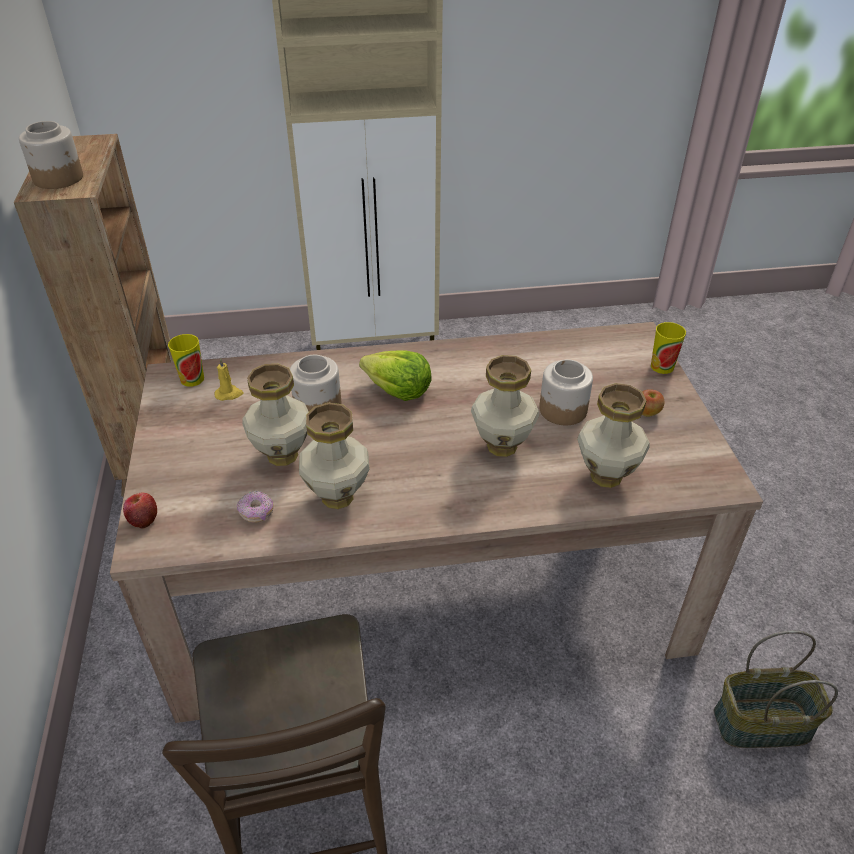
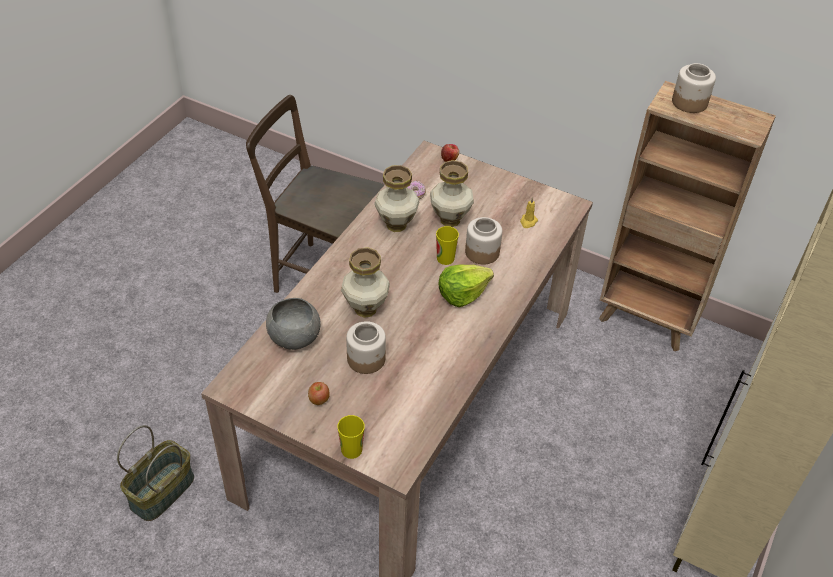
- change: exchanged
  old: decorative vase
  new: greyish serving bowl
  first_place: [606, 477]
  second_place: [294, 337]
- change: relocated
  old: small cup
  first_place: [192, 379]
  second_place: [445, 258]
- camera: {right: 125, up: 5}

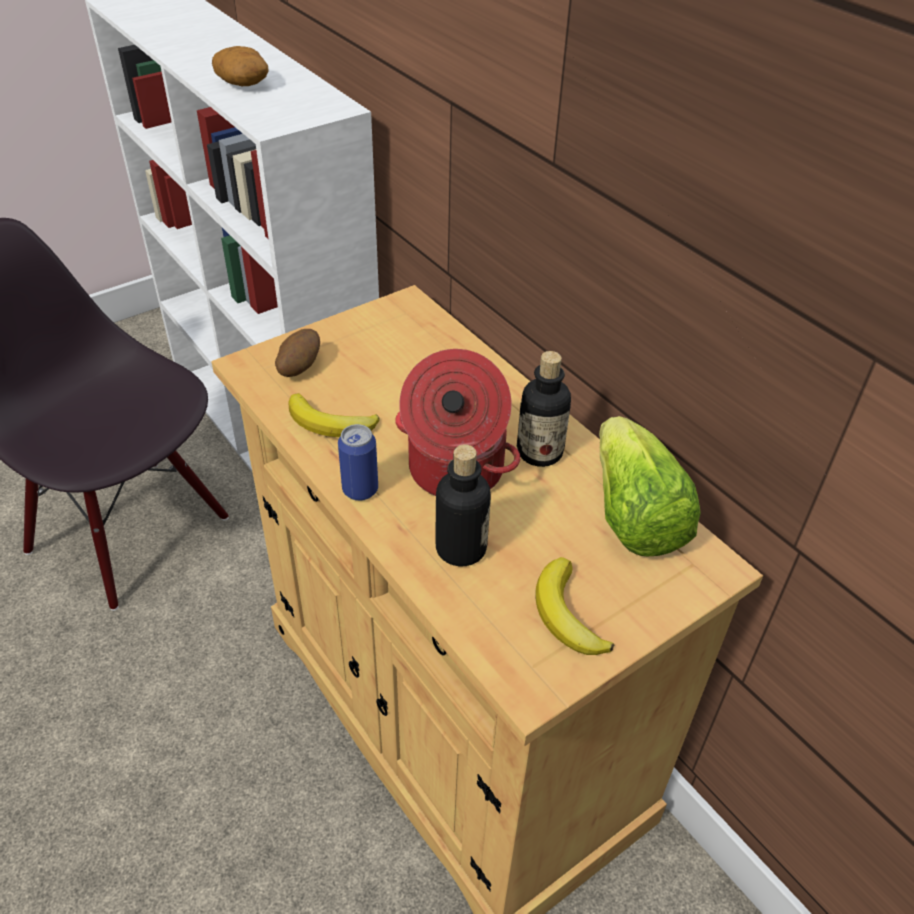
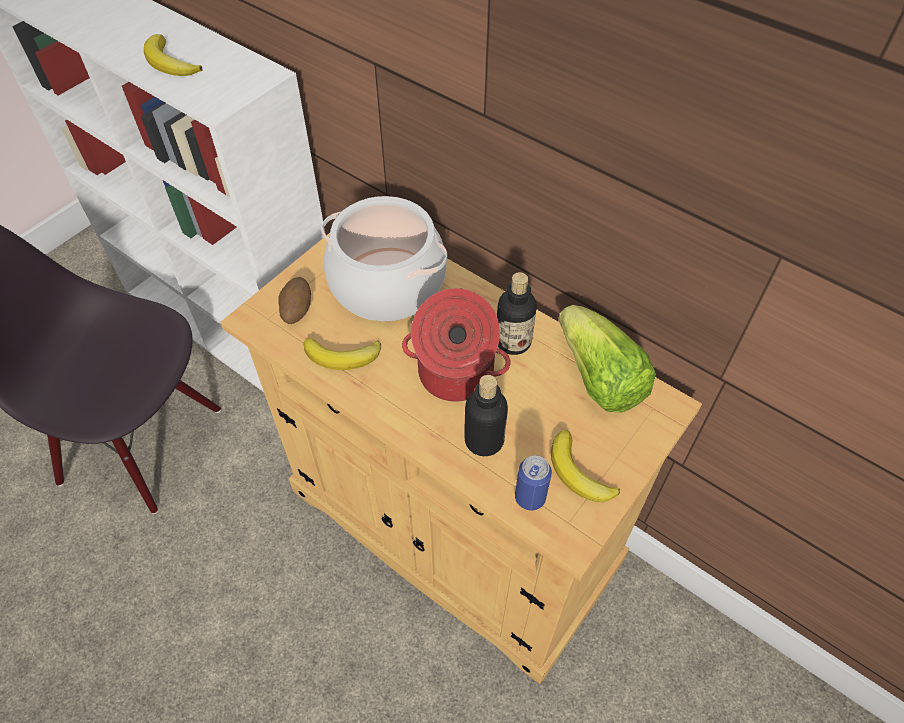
- change: exchanged
  old: whole potato
  new: whole banana
  first_place: [244, 84]
  second_place: [170, 63]
- change: appeared
  new: stockpot
  second_place: [386, 284]
- change: relocated
  old: sealed can
  first_place: [360, 490]
  second_place: [530, 498]
- camera: {right: -15, up: 10}

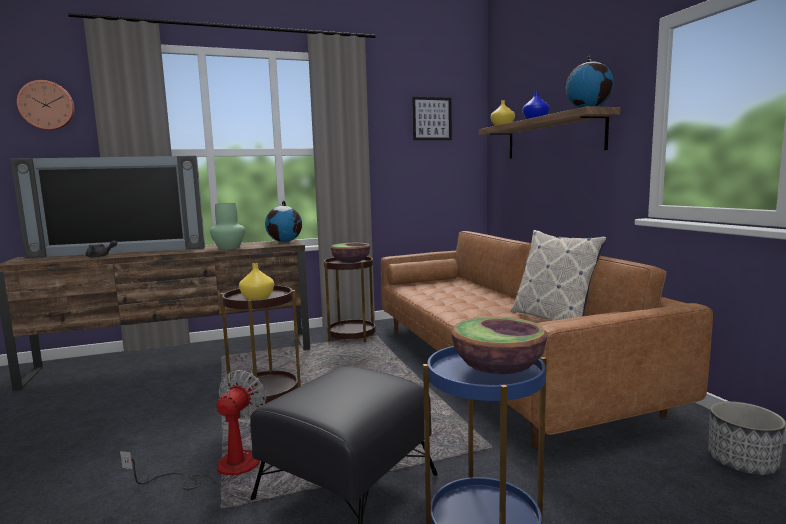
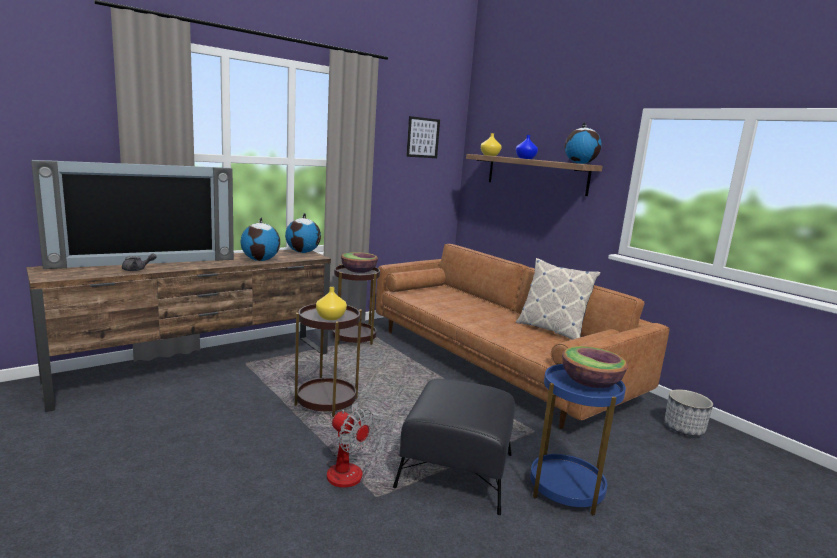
- change: exchanged
  old: green decorative vase
  new: globe
  first_place: [229, 248]
  second_place: [261, 260]
- change: spun
  old: electric fan
  first_place: [221, 469]
  second_place: [346, 467]
  degrees: 135
- change: missing
  old: wall clock
  first_place: [47, 105]
- camera: {right: -20, up: 5}

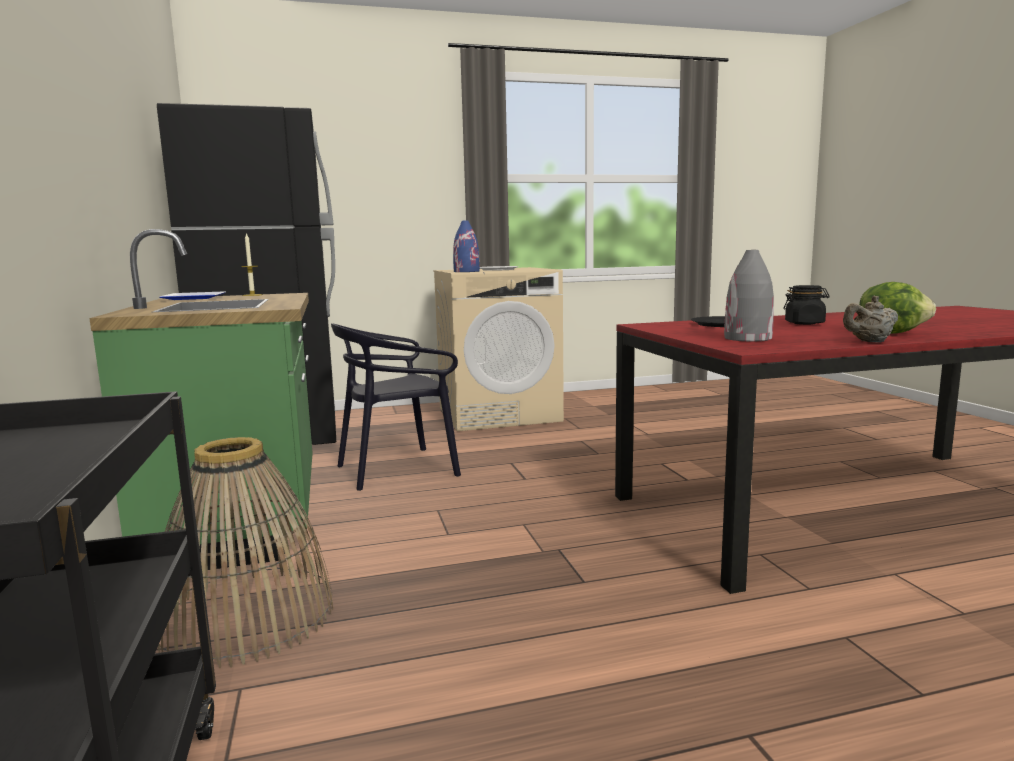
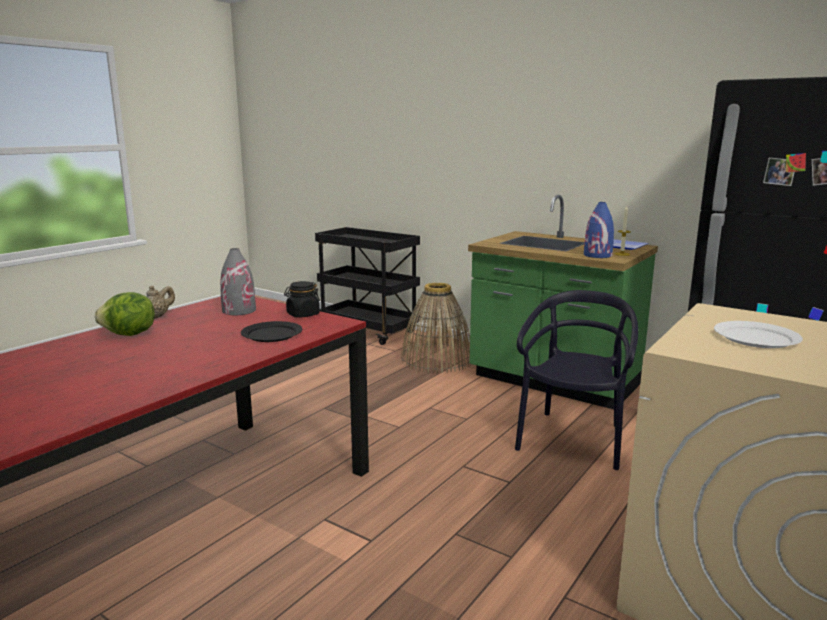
- change: relocated
  old: black storage jar
  first_place: [804, 323]
  second_place: [303, 314]
- change: relocated
  old: blue-coloured decorative vase
  first_place: [466, 271]
  second_place: [598, 255]
- camera: {right: 140, up: 5}

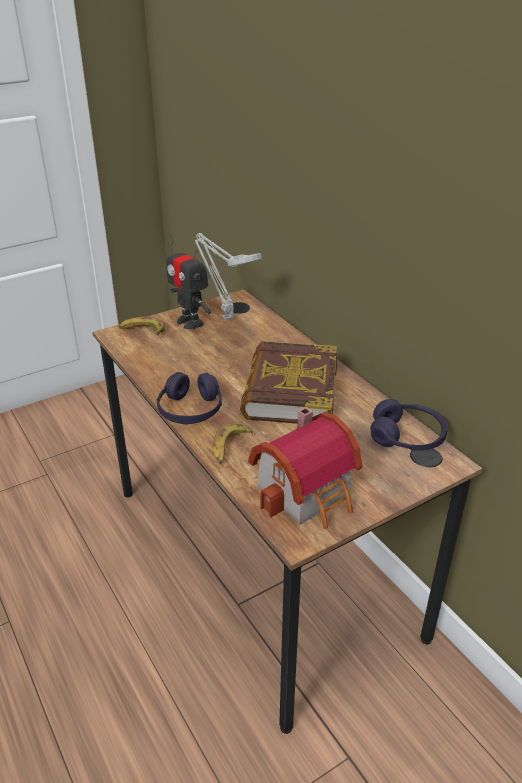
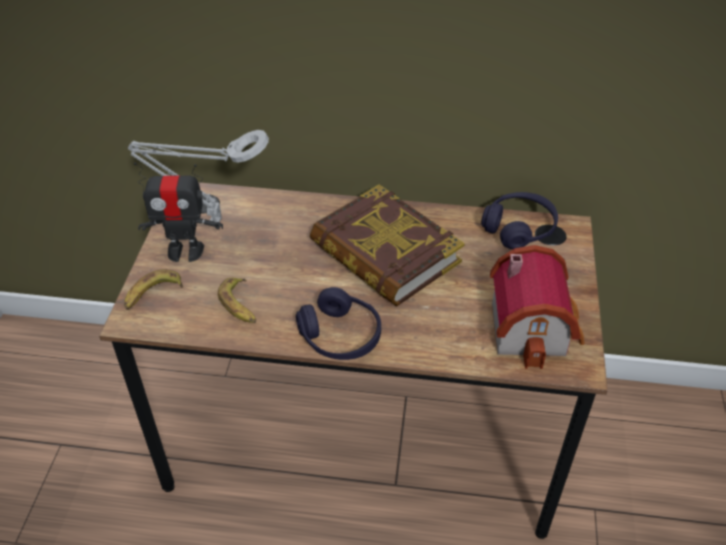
- change: relocated
  old: whole banana
  first_place: [229, 447]
  second_place: [240, 305]
- camera: {right: -50, up: 10}

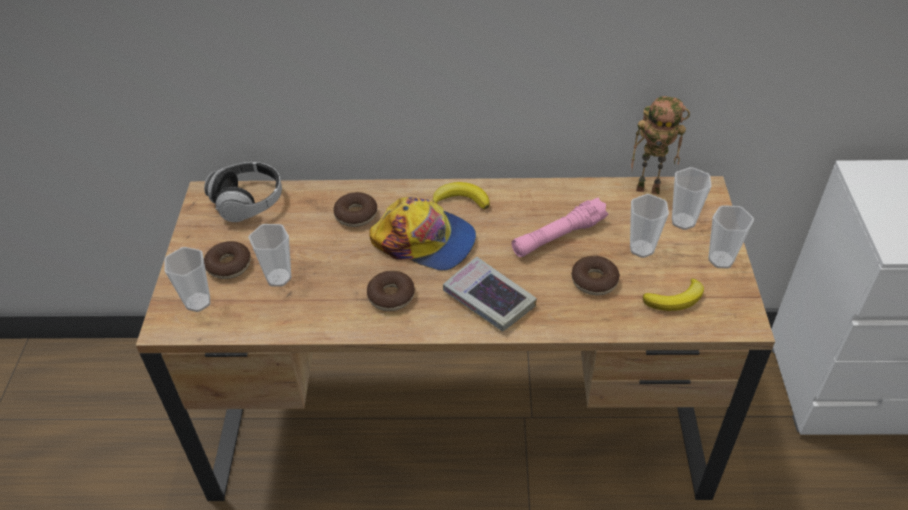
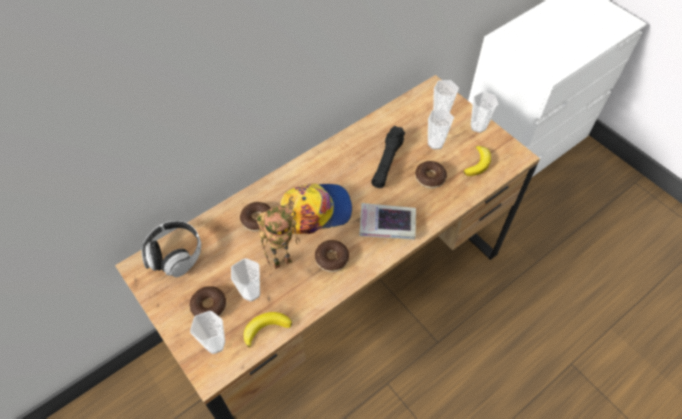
- change: relocated
  old: whole banana
  first_place: [461, 199]
  second_place: [266, 328]
- change: relocated
  old: model robot
  first_place: [650, 188]
  second_place: [283, 260]
- change: colour
  old: pinkish flashlight
  new: black flashlight
  first_place: [558, 236]
  second_place: [387, 162]
- camera: {right: -40, up: 10}

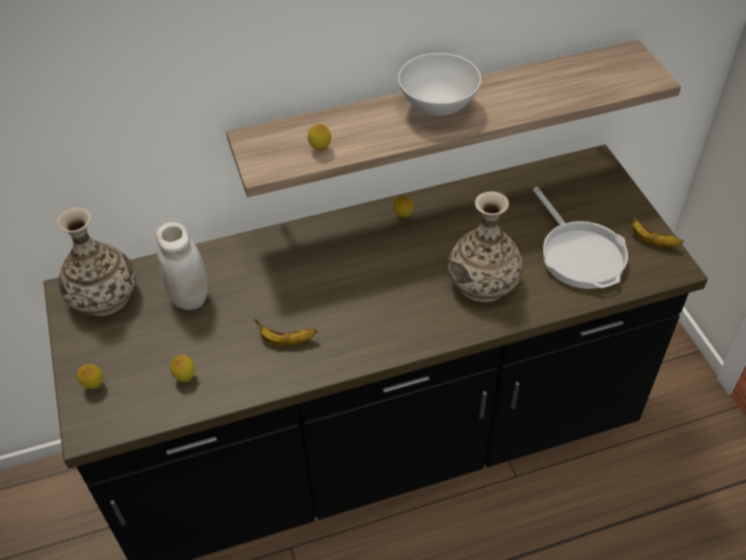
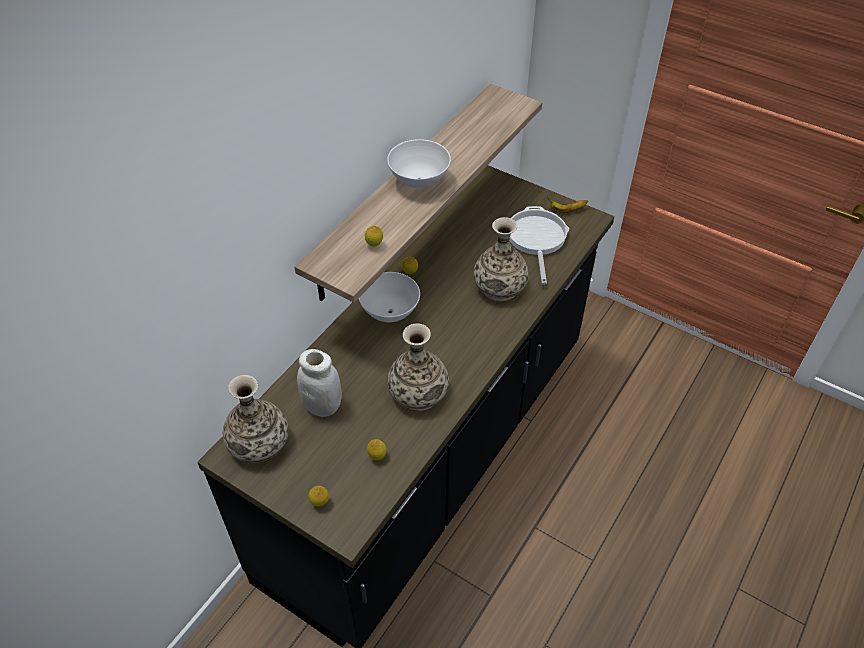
- change: appeared
  new: white serving bowl
  second_place: [389, 312]
- change: exchanged
  old: whole banana
  new: decorative vase
  first_place: [286, 341]
  second_place: [418, 393]
- change: spun
  old: skillet
  first_place: [579, 254]
  second_place: [536, 239]
  degrees: -120
- camera: {right: -40, up: 0}

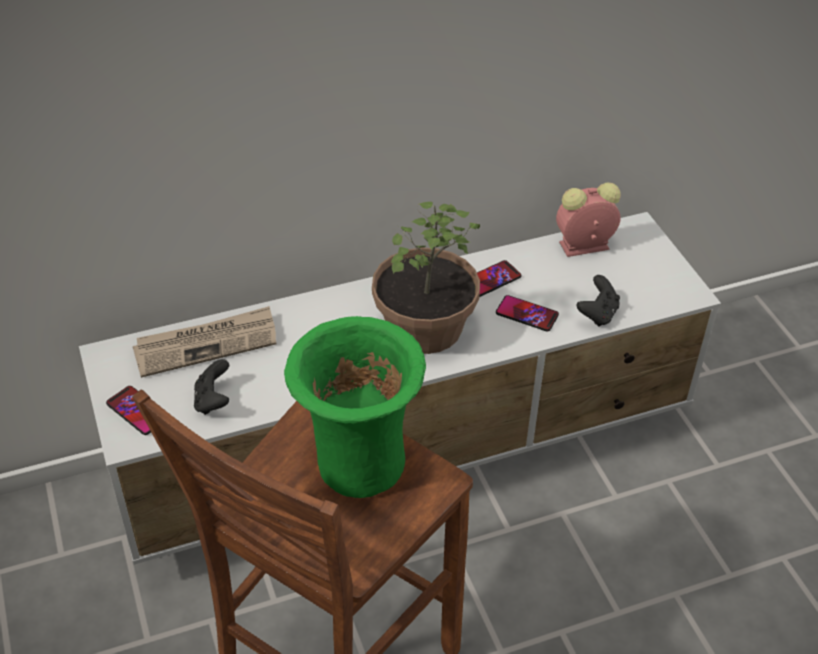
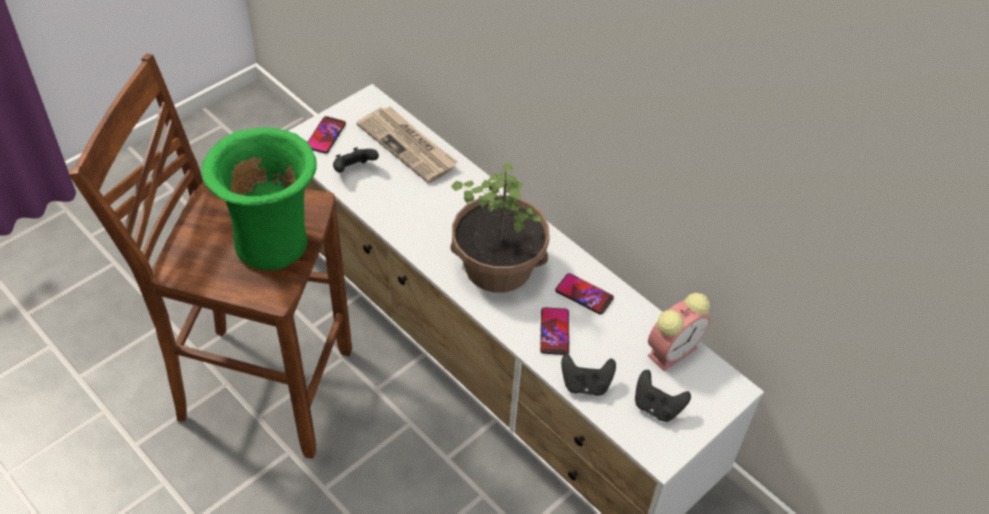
- change: appeared
  new: black gamepad
  second_place: [656, 407]
- change: spun
  old: bedside clock
  first_place: [582, 246]
  second_place: [673, 350]
  degrees: 90
- camera: {right: 65, up: 5}

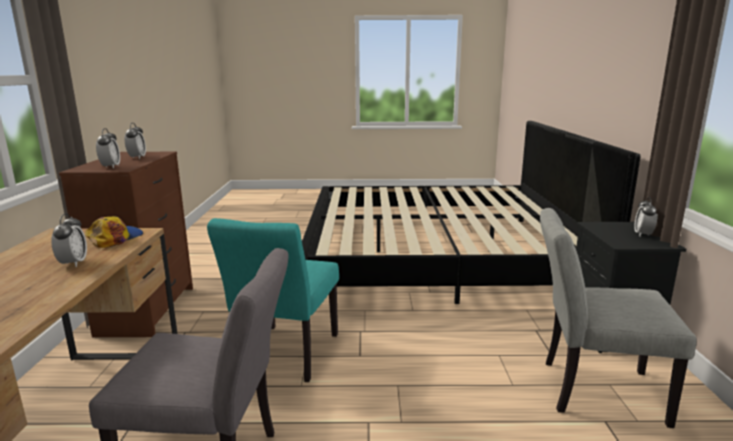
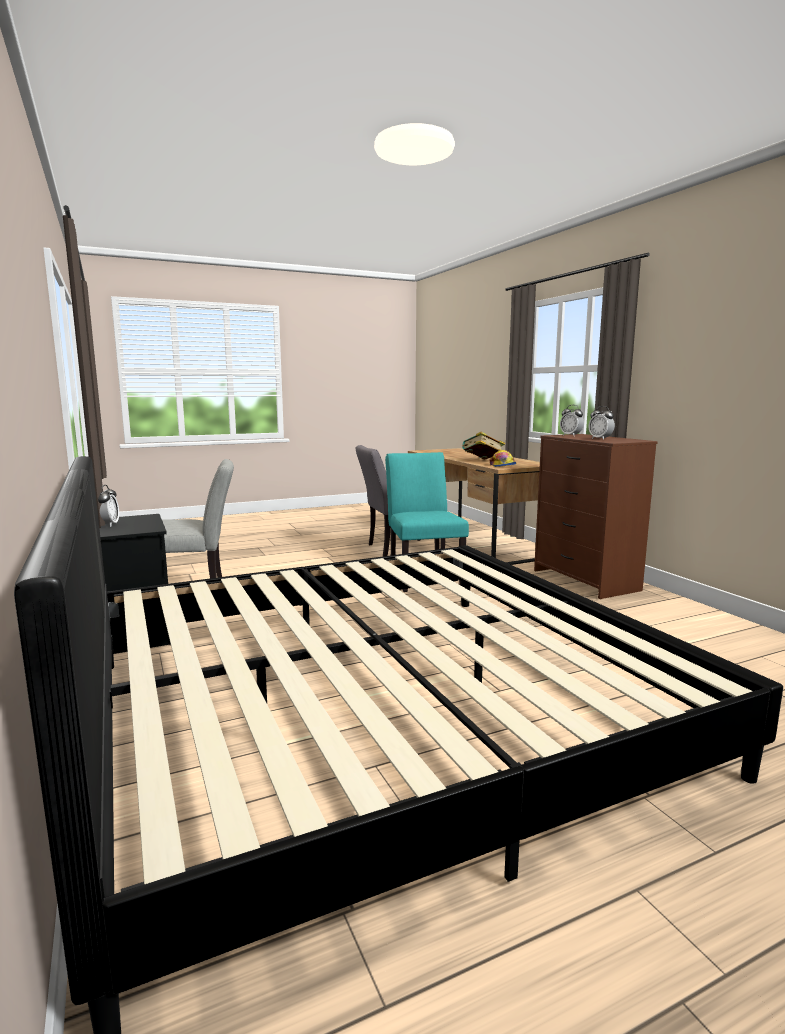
- change: exchanged
  old: bedside clock
  new: volume
  first_place: [73, 263]
  second_place: [482, 461]
- camera: {right: 155, up: -5}

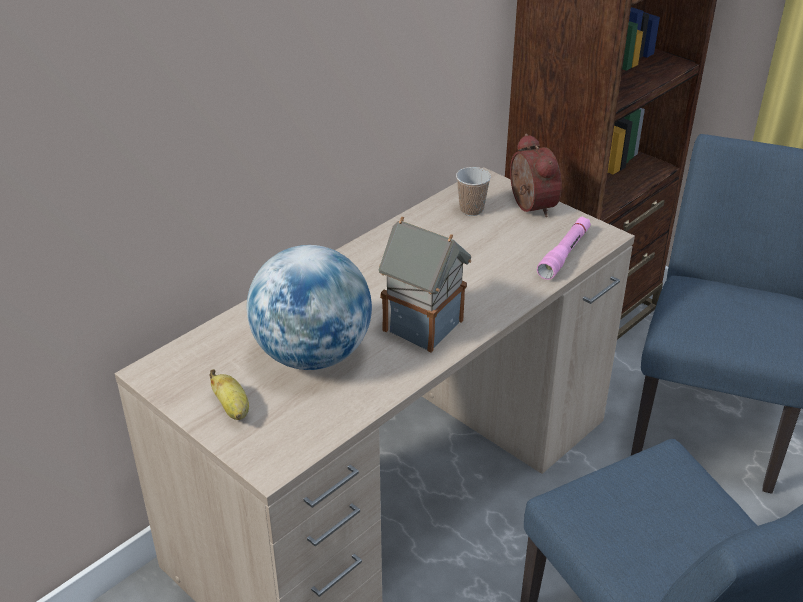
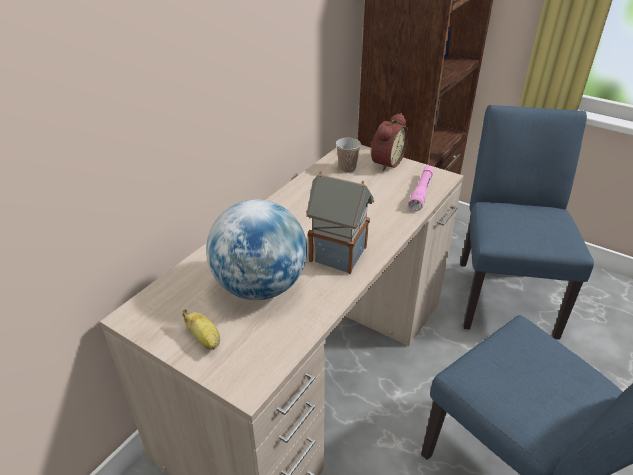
- change: spun
  old: bedside clock
  first_place: [529, 206]
  second_place: [385, 162]
  degrees: 60
- camera: {right: -10, up: 0}

